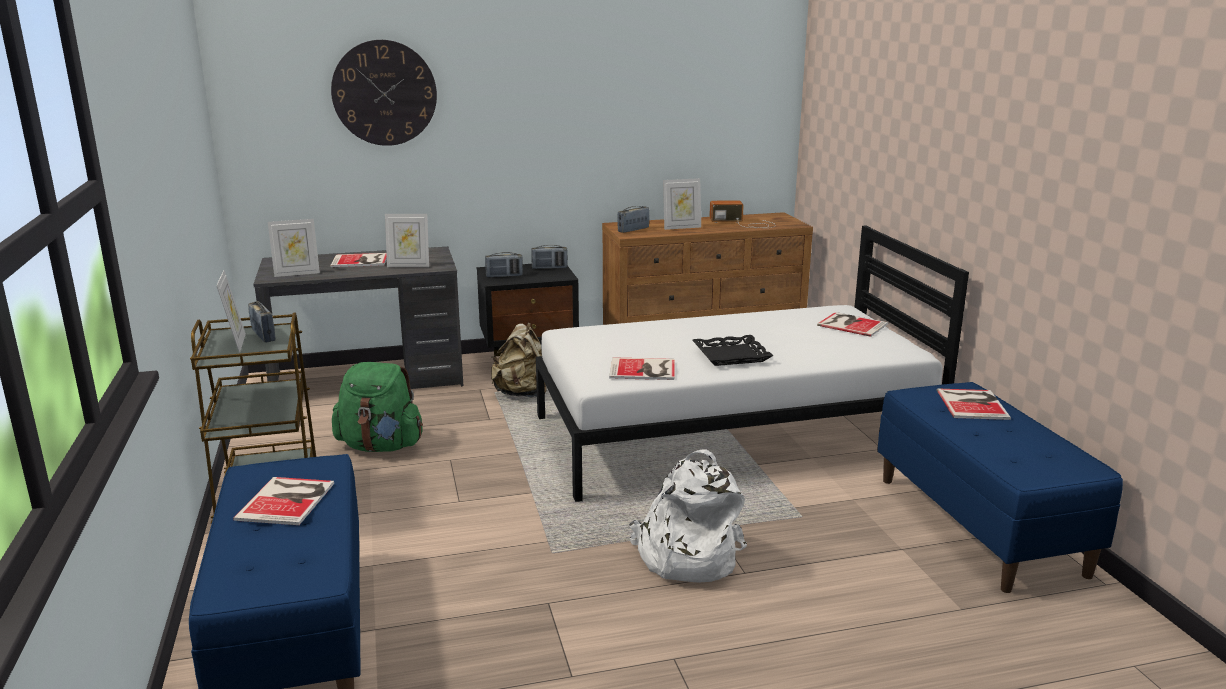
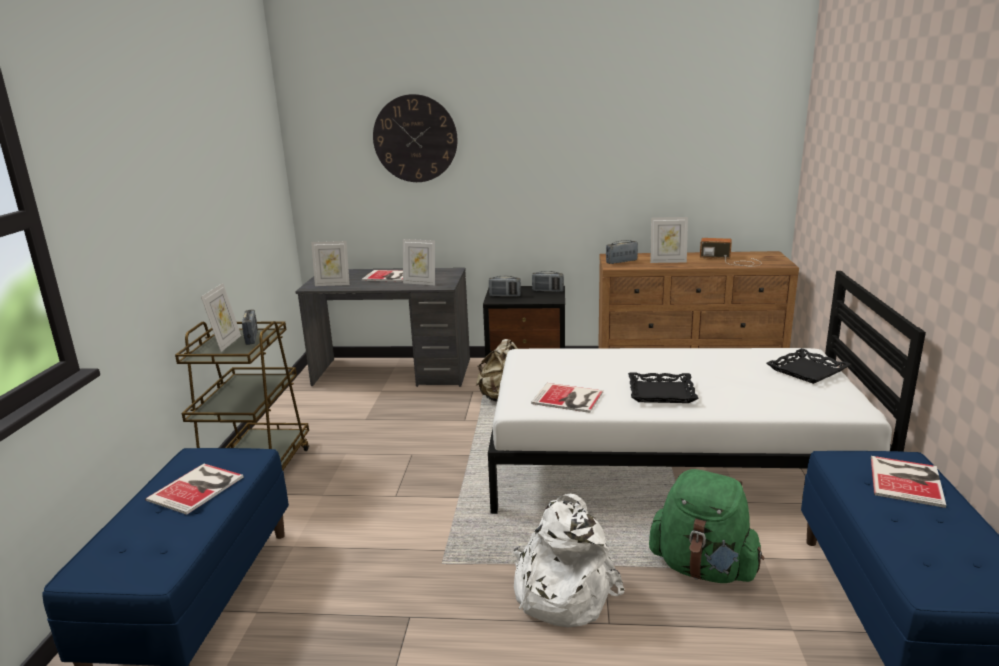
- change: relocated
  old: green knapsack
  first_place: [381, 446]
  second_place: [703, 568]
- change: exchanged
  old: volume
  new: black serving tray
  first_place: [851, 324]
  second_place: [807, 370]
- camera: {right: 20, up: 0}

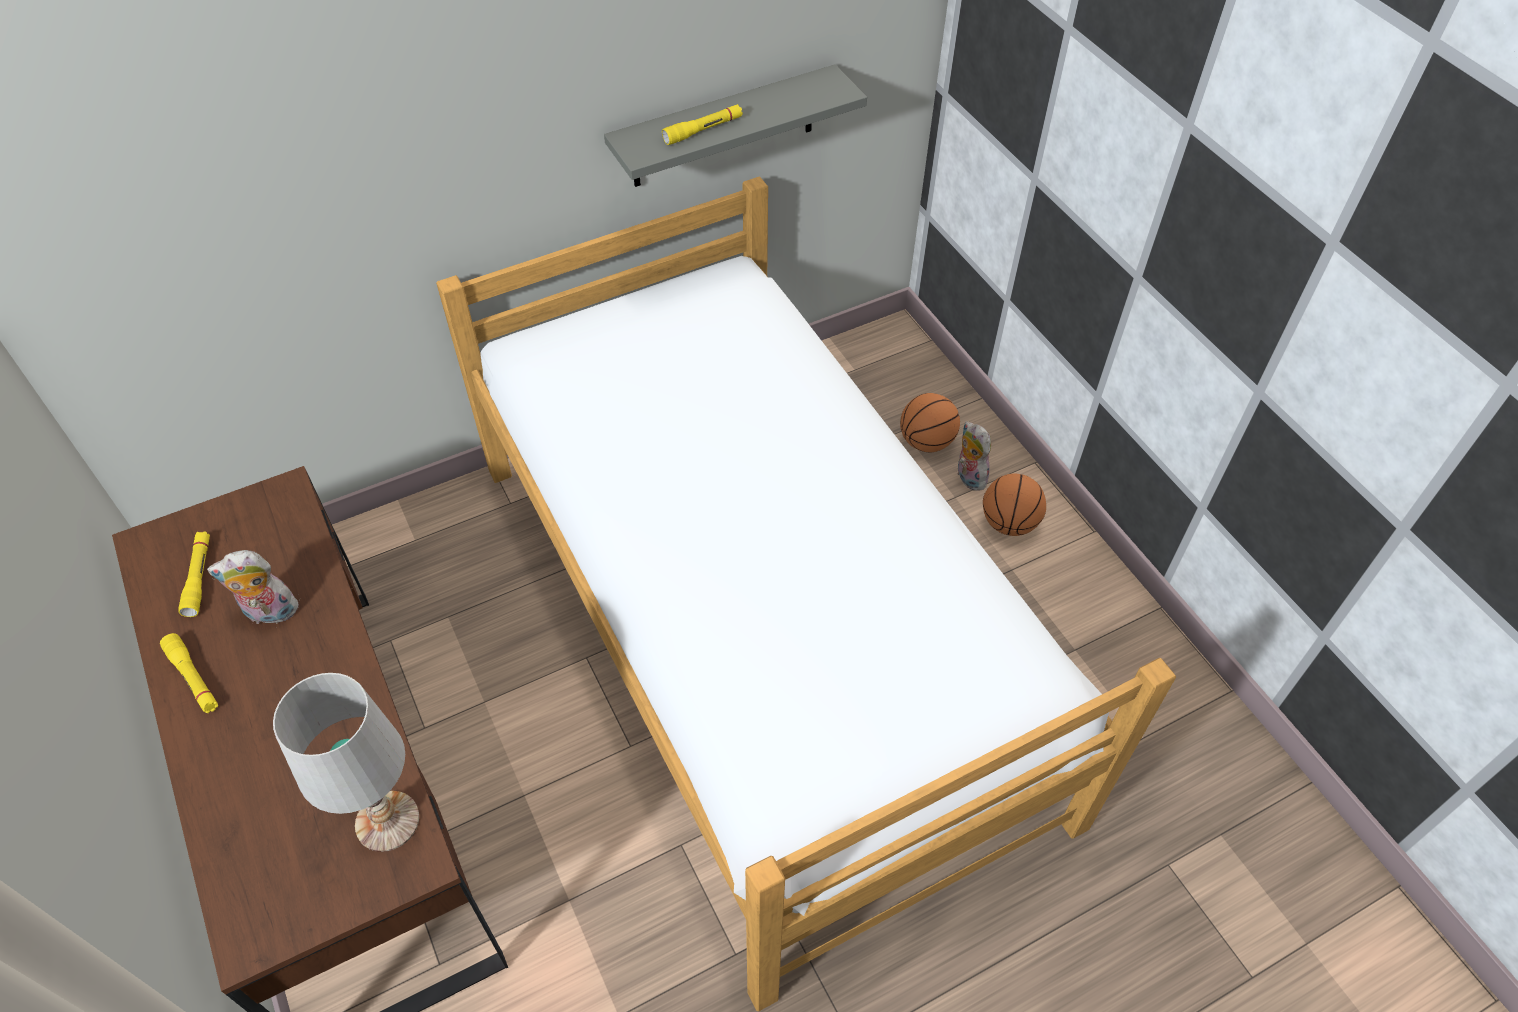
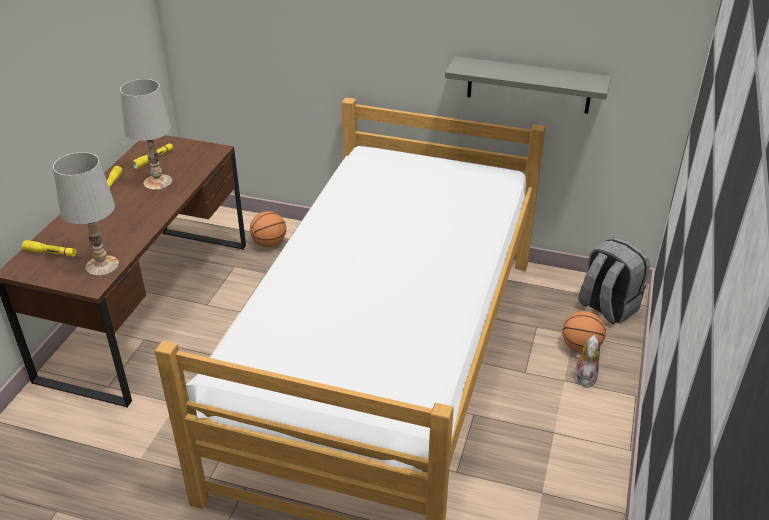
- change: relocated
  old: yellowish flashlight
  first_place: [703, 130]
  second_place: [50, 253]
- change: exchanged
  old: soft toy
  new: white table lamp
  first_place: [269, 613]
  second_place: [158, 182]
- change: relocated
  old: basketball
  first_place: [1009, 523]
  second_place: [269, 243]
- change: appeared
  new: greyish knapsack
  second_place: [607, 307]
- camera: {right: 45, up: -15}

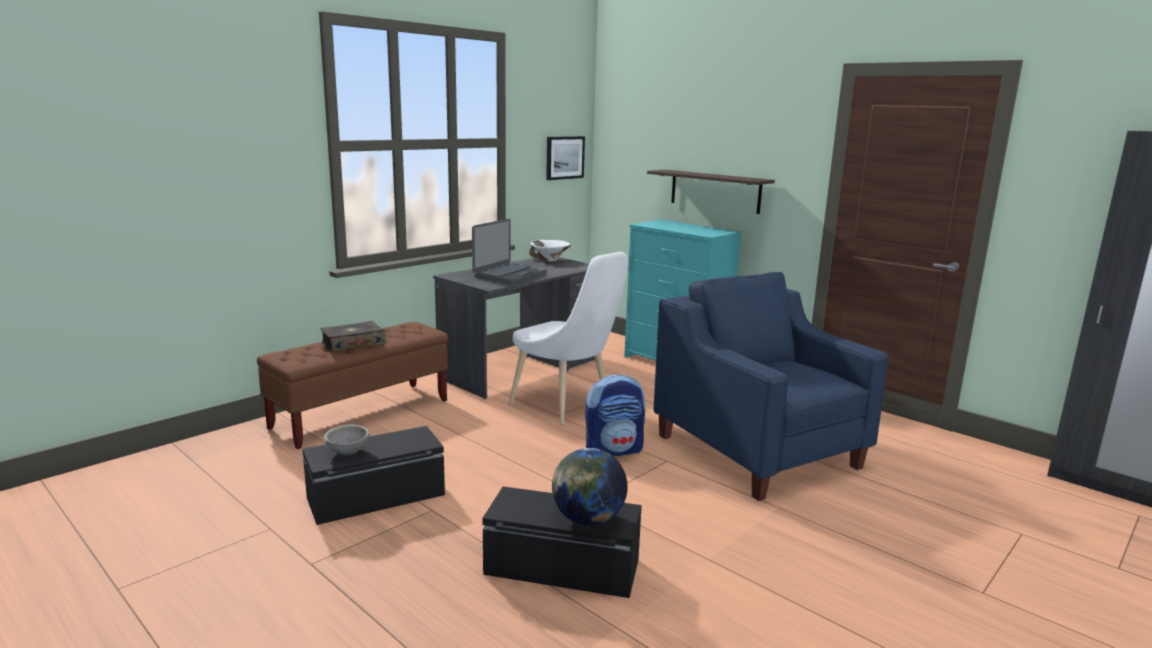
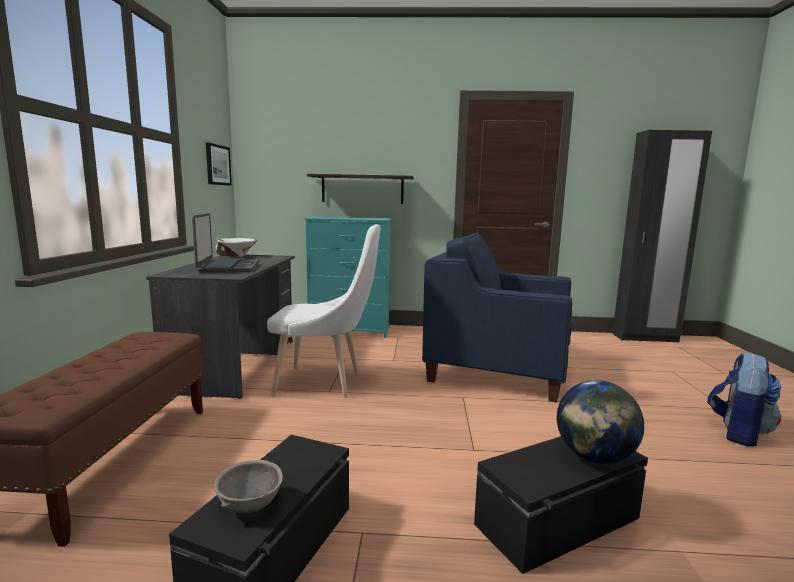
- change: relocated
  old: knapsack
  first_place: [614, 450]
  second_place: [738, 432]
- change: missing
  old: volume
  first_place: [352, 344]
- camera: {right: -40, up: -5}

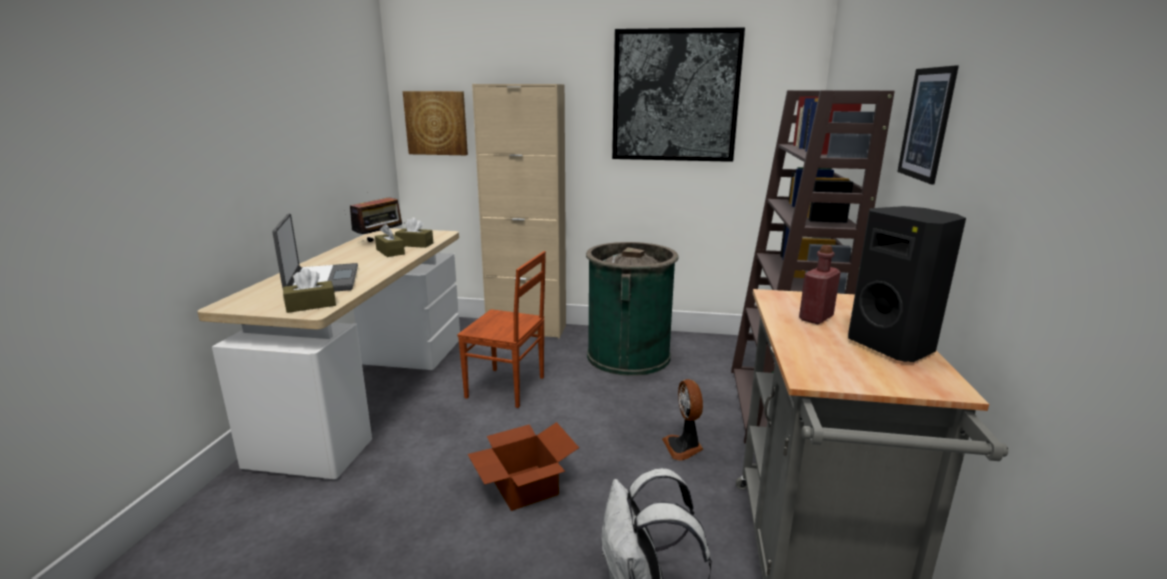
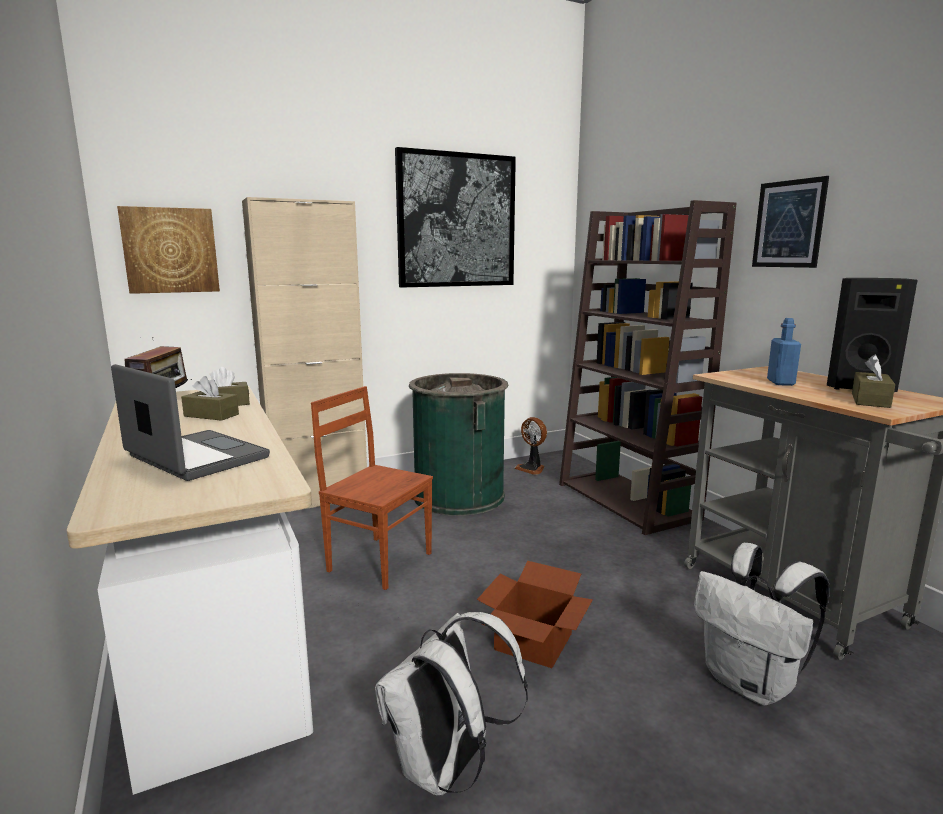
- change: spun
  old: brownish chair
  first_place: [506, 388]
  second_place: [379, 561]
  degrees: -135
- change: appeared
  new: white knapsack
  second_place: [447, 769]
- change: relocated
  old: electric fan
  first_place: [684, 447]
  second_place: [532, 468]
- change: colour
  old: red drink bottle
  new: blue-coloured drink bottle
  first_place: [816, 318]
  second_place: [780, 382]
- change: relocated
  old: brownish tissue holder
  first_place: [311, 305]
  second_place: [870, 400]
- camera: {right: -35, up: -5}

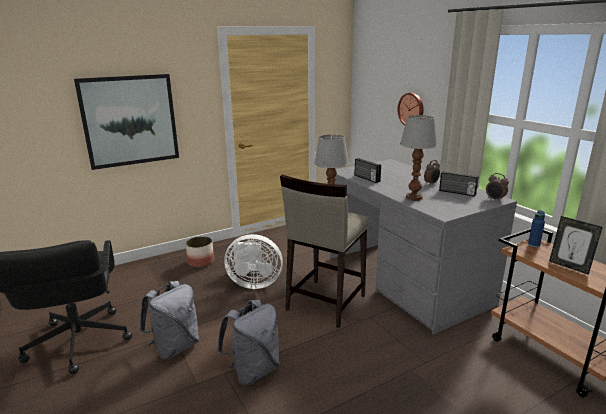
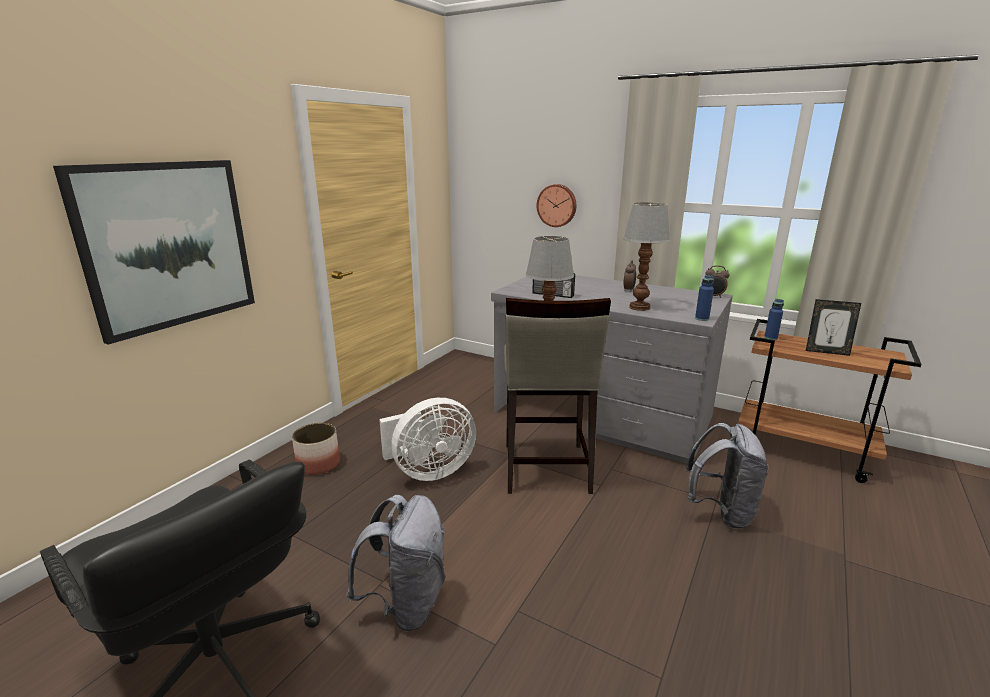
- change: relocated
  old: greyish knapsack
  first_place: [253, 370]
  second_place: [721, 512]
- change: appeared
  new: blue-coloured drink bottle
  second_place: [702, 319]
- change: missing
  old: radio set
  first_place: [457, 192]
- camera: {right: -30, up: 0}

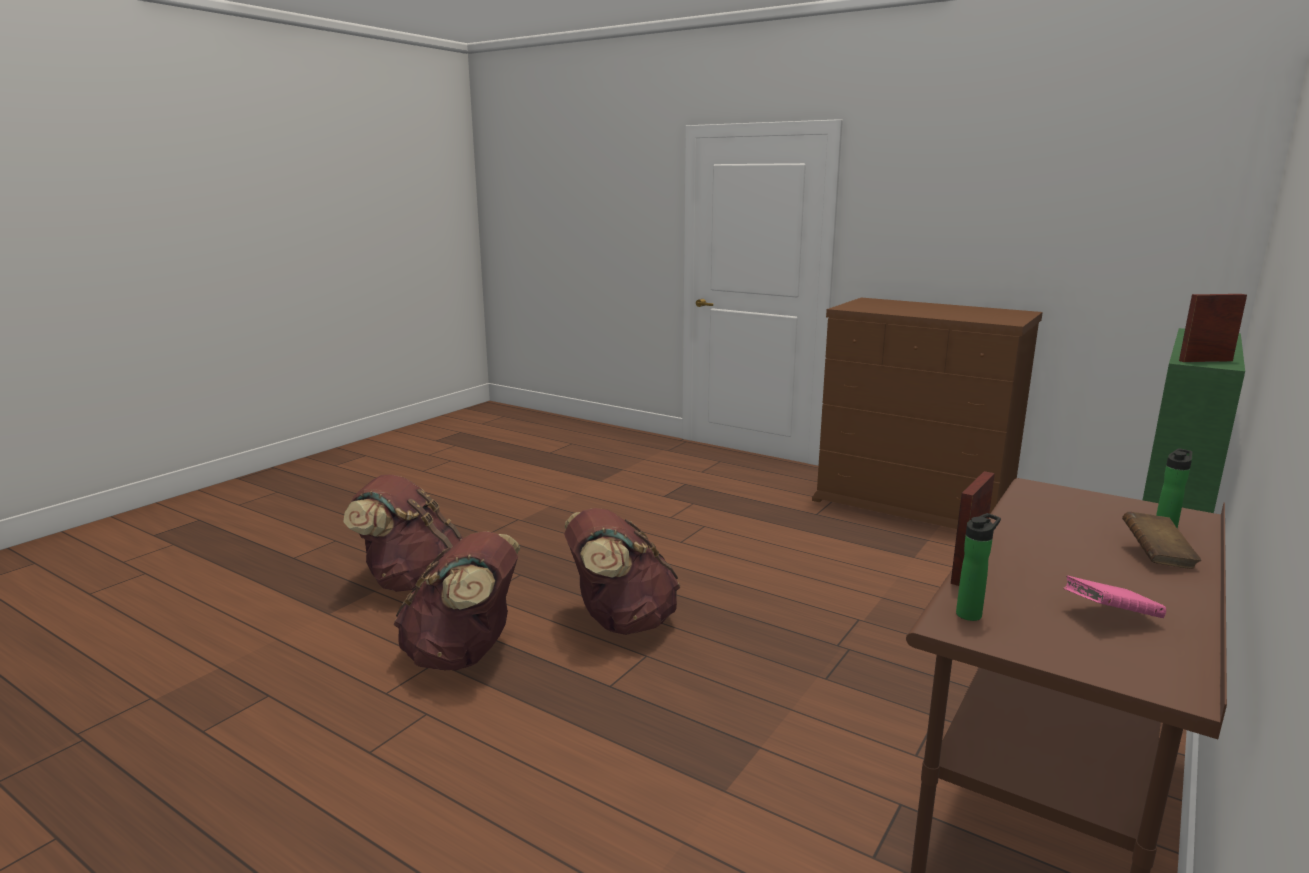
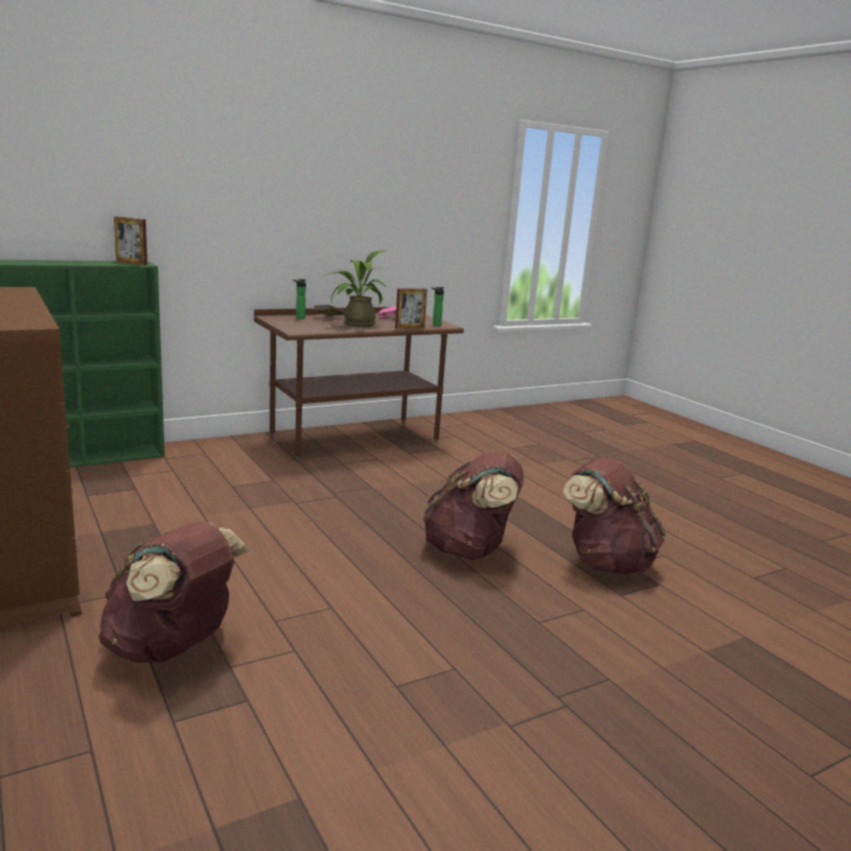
- change: relocated
  old: brownish knapsack
  first_place: [411, 581]
  second_place: [173, 647]
- change: appeared
  new: houseplant
  second_place: [355, 324]
- camera: {right: -155, up: 0}

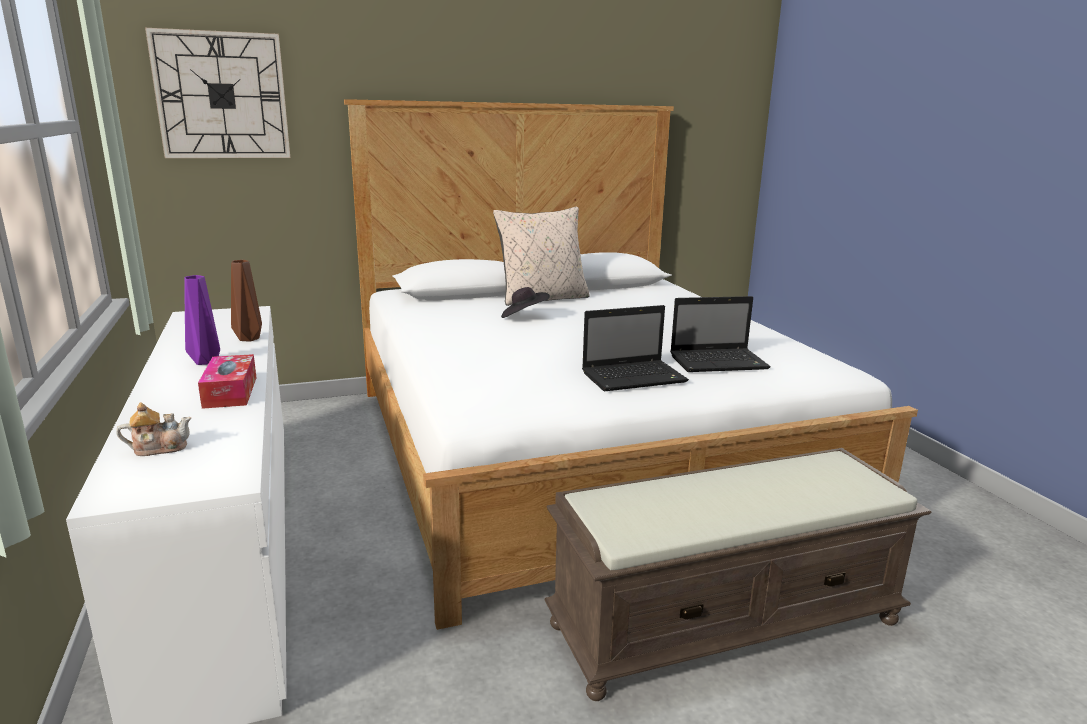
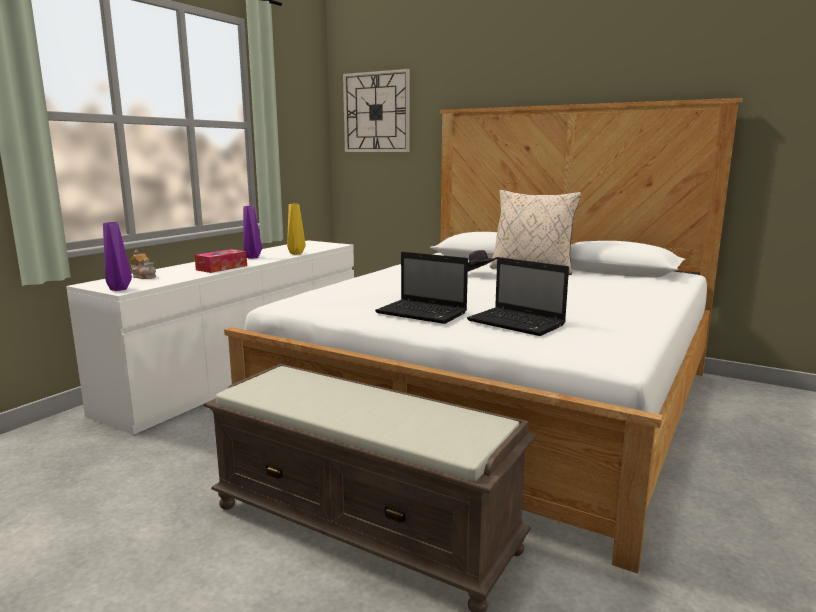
- change: appeared
  new: purple decorative vase
  second_place: [118, 289]
- change: colour
  old: brownish decorative vase
  new: yellowish decorative vase
  first_place: [250, 339]
  second_place: [296, 254]
- camera: {right: 50, up: -5}

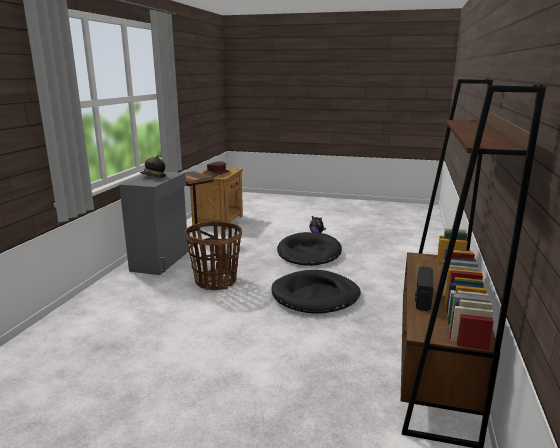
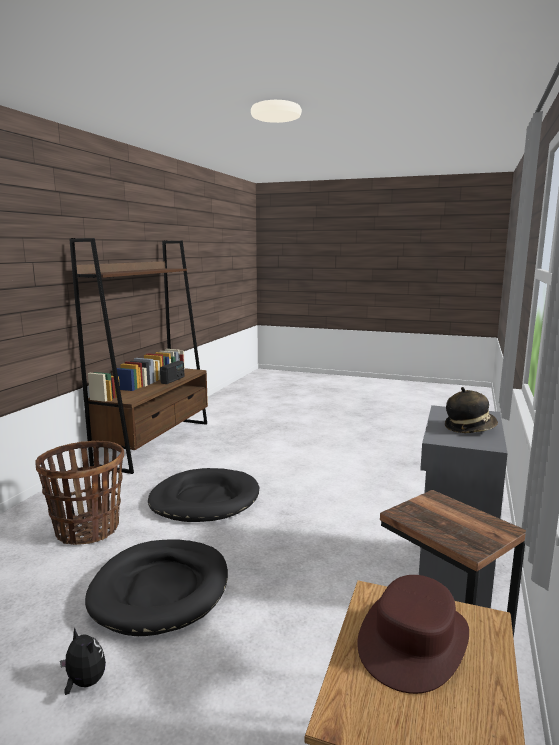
- change: relocated
  old: basket
  first_place: [216, 281]
  second_place: [87, 529]
- camera: {right: -175, up: -5}

